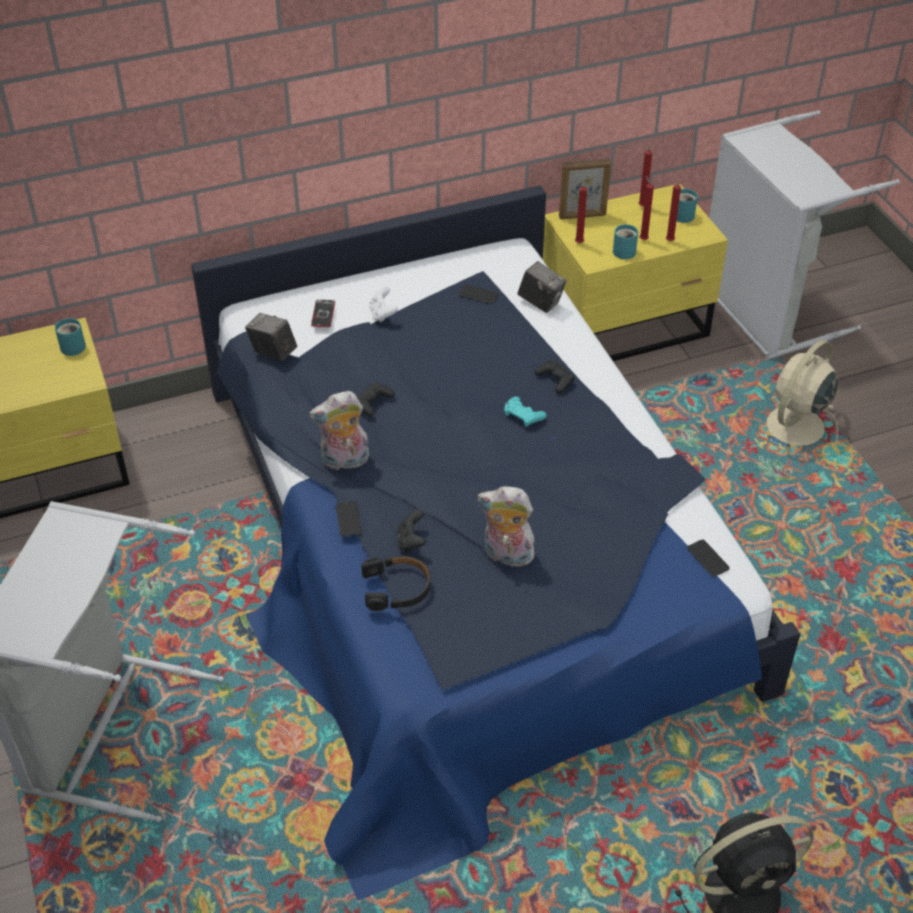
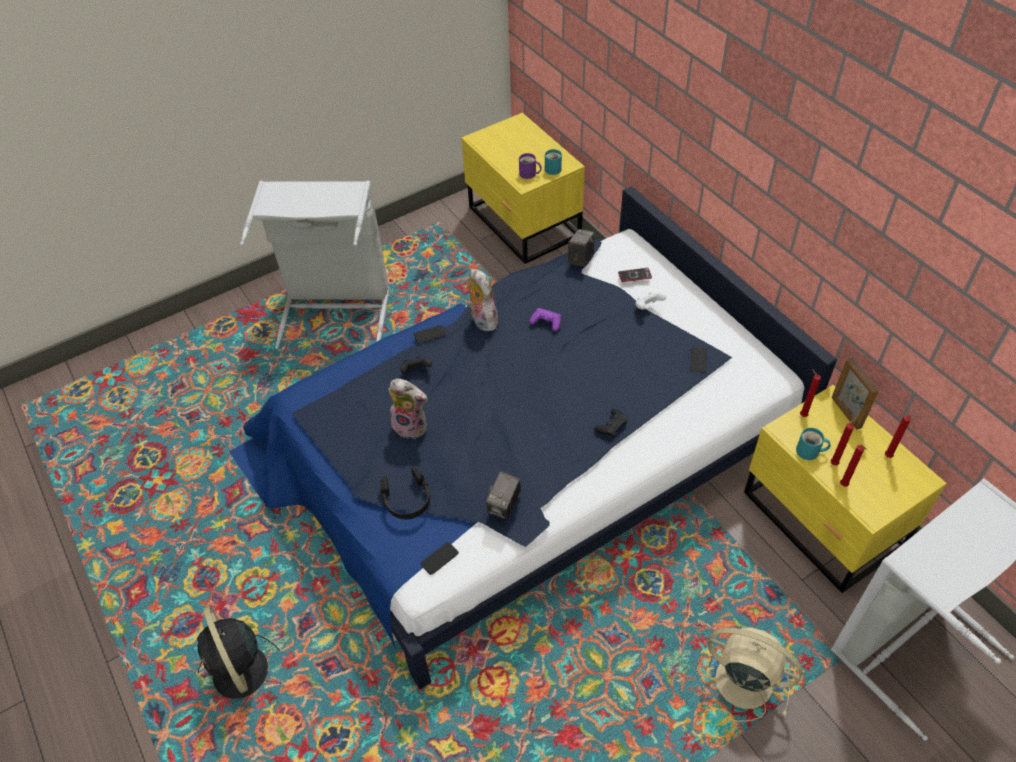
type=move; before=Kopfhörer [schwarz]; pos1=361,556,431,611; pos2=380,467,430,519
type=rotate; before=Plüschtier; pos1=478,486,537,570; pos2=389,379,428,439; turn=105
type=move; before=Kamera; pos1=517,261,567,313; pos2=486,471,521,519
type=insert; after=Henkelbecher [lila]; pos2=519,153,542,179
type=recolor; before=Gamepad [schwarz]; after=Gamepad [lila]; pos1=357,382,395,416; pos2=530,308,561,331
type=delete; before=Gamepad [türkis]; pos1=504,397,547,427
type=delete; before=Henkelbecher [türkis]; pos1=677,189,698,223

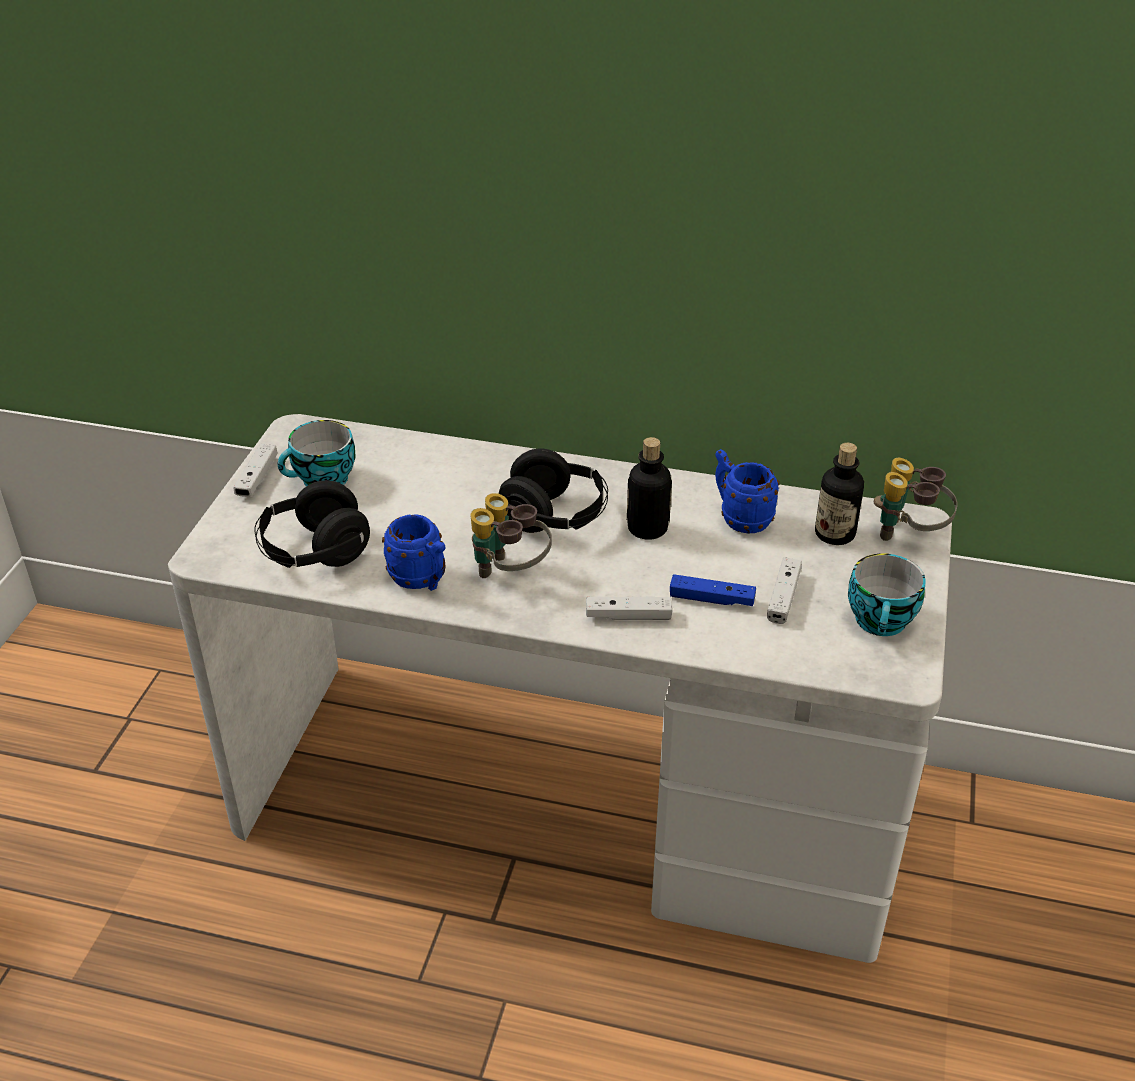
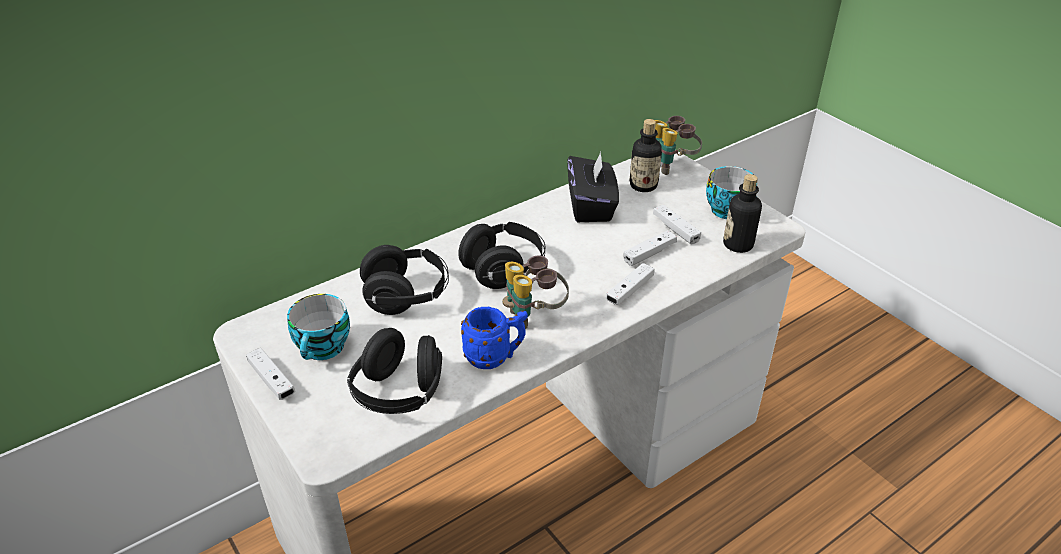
type=insert; after=Kopfhörer [schwarz]; pos2=360,245,449,315
type=replace; before=Henkelbecher [blau]; after=Taschentuchbox [schwarz]; pos1=715,449,779,534; pos2=567,152,619,222
type=recolor; before=Gamepad [blau]; after=Gamepad [weiß]; pos1=670,574,756,606; pos2=623,230,677,266
type=move; before=Flasche; pos1=627,437,672,540; pos2=723,174,762,253

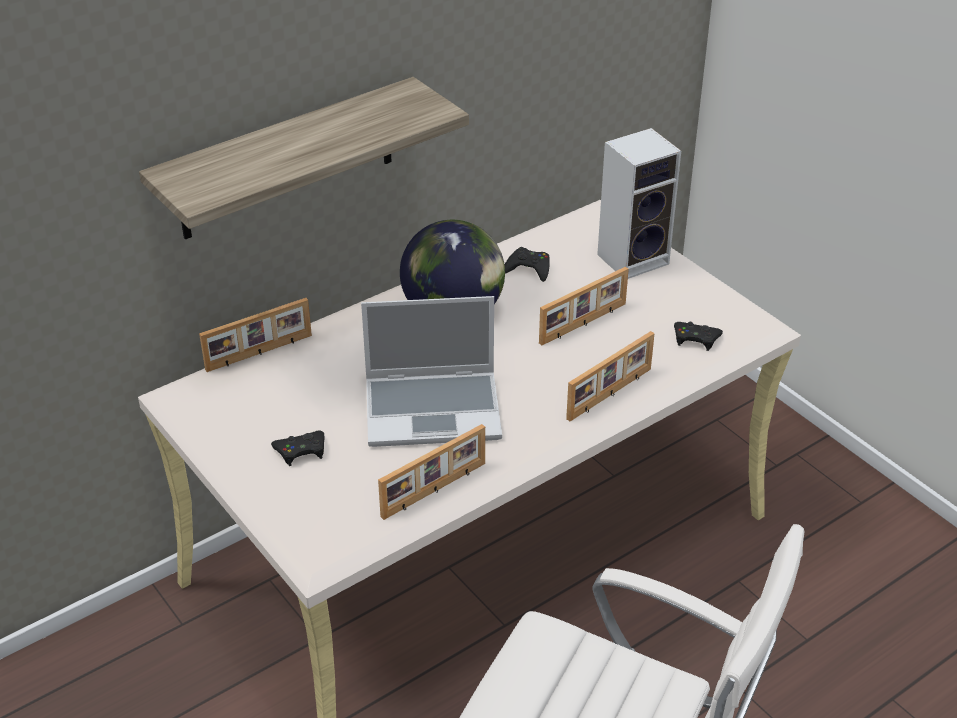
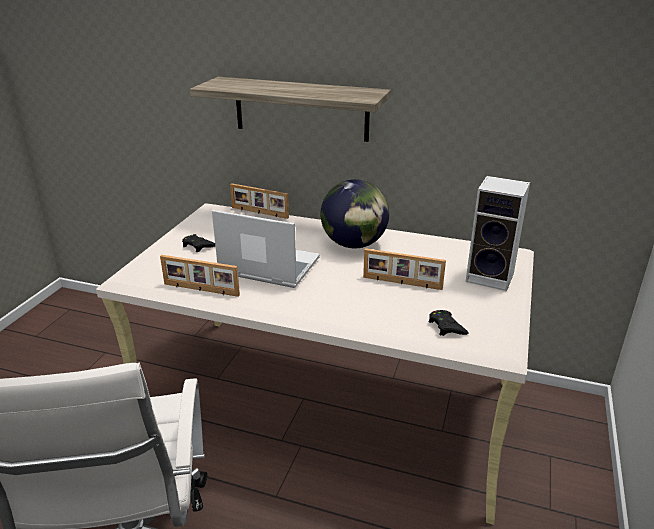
type=rotate; before=Laptop; pos1=361,296,502,447; pos2=212,210,320,288; turn=150
type=delete; before=Gamepad [schwarz]; pos1=505,247,550,282
type=delete; before=Bilderrahmen; pos1=566,331,655,421

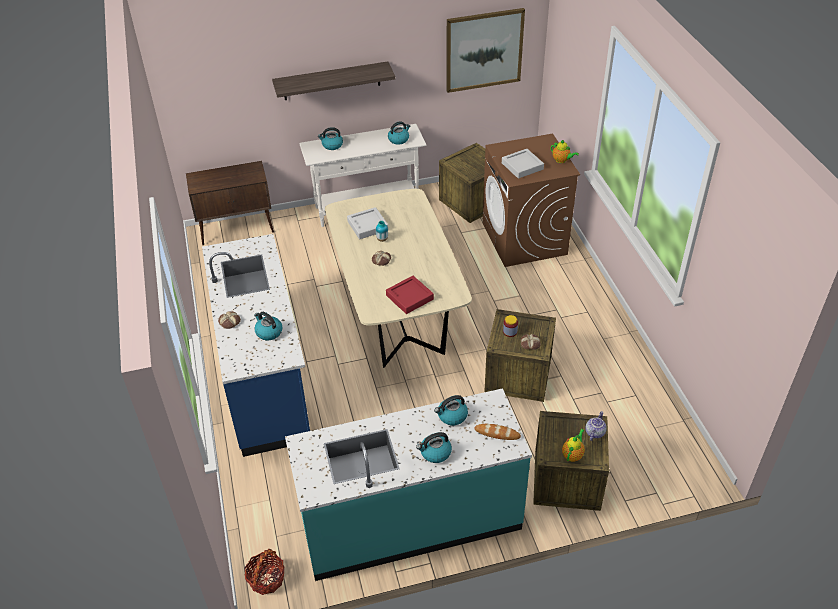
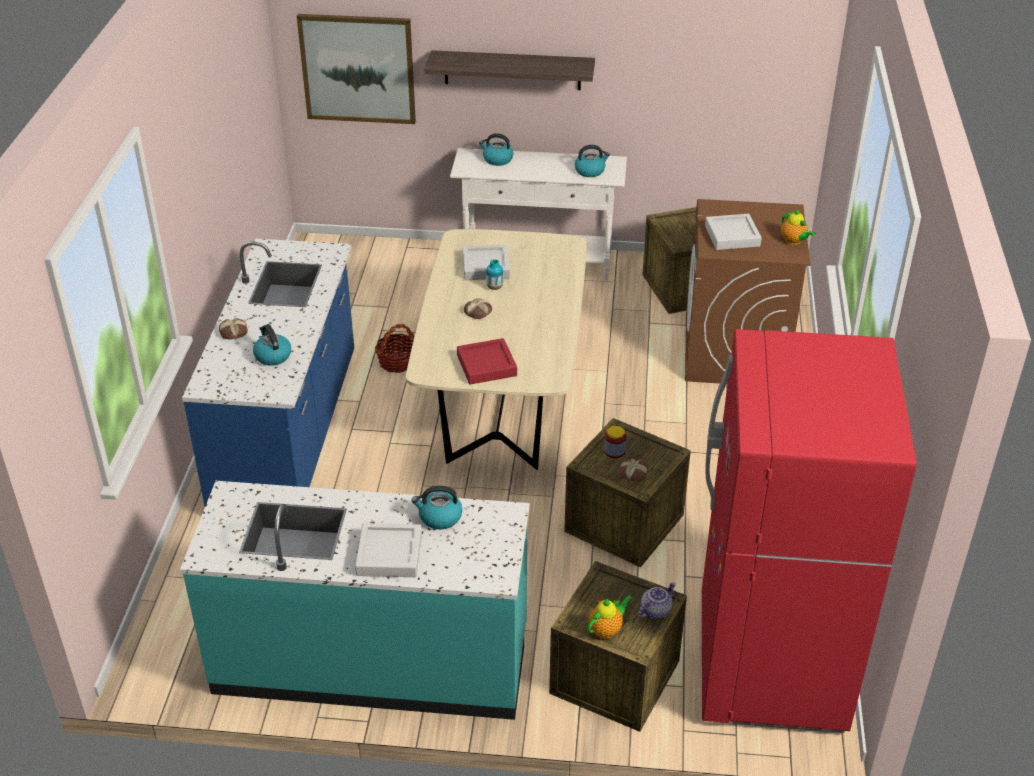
type=move; before=Bild; pos1=446,8,525,93; pos2=297,14,416,124
type=replace; before=Wasserkessel; after=Tablett [grau]; pos1=416,432,452,463; pos2=355,523,422,577
type=move; before=Korb; pos1=244,549,284,595; pos2=375,324,414,373
type=insert; after=Kühlschrank [rot]; pos2=702,329,916,733
type=delete; before=Schrank [braun]; pos1=186,161,274,245
type=delete; before=Brot; pos1=474,423,521,440

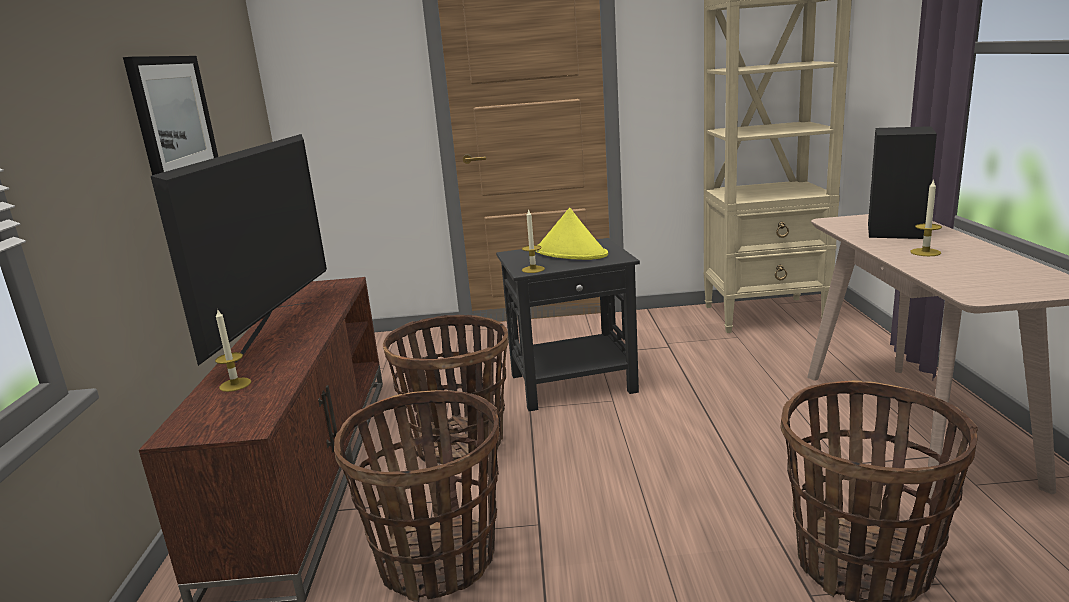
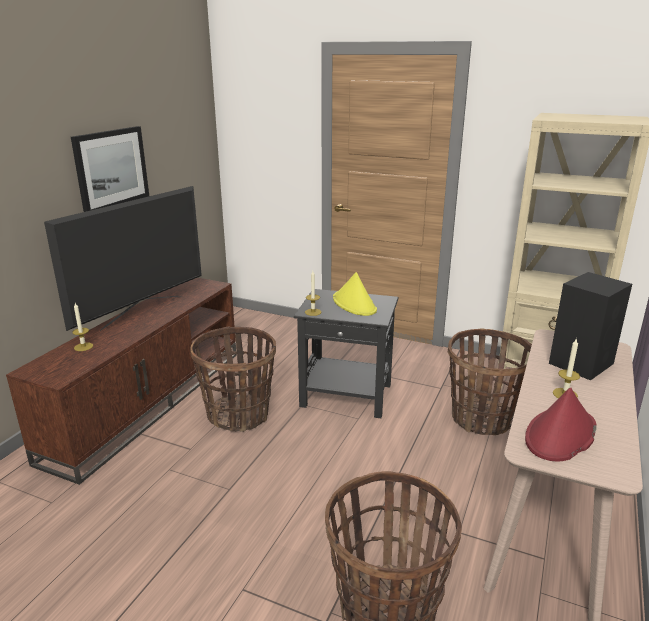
type=move; before=Korb; pos1=334,390,499,602; pos2=448,329,532,435
type=insert; after=Hut [rot]; pos2=525,387,597,461

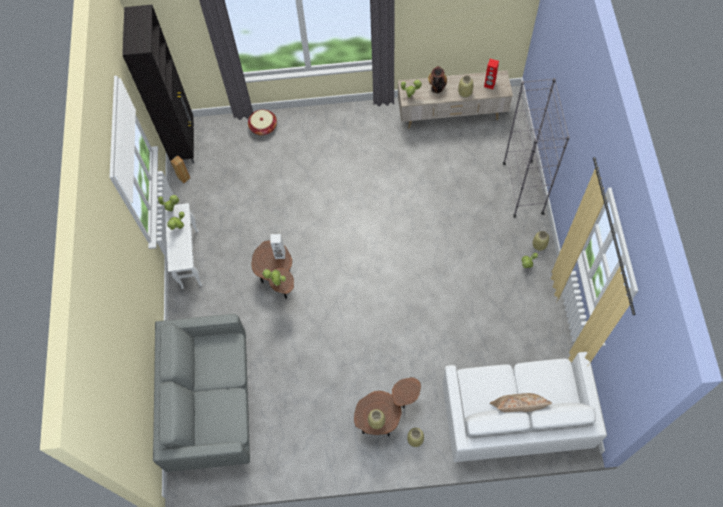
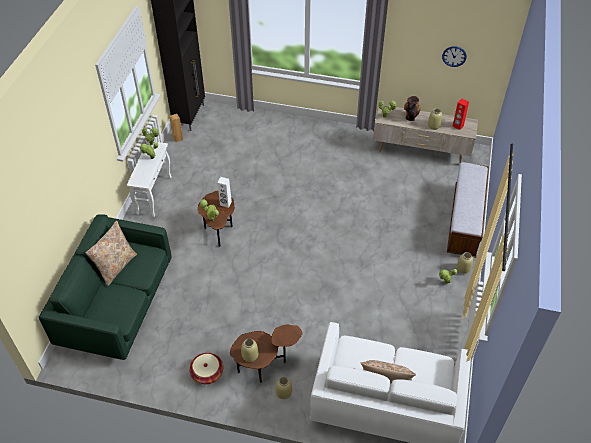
type=recolor; before=Sofa [grau]; after=Sofa [grün]; pos1=153,314,250,472; pos2=39,214,172,360
type=insert; after=Kissen [beige]; pos2=86,221,137,286
type=move; before=Korb; pos1=248,110,277,135; pos2=189,353,223,384
type=insert; after=Wanduhr; pos2=442,46,466,67
type=replace; before=Bücherregal [grau]; after=Bank; pos1=503,78,570,218; pos2=447,162,489,258

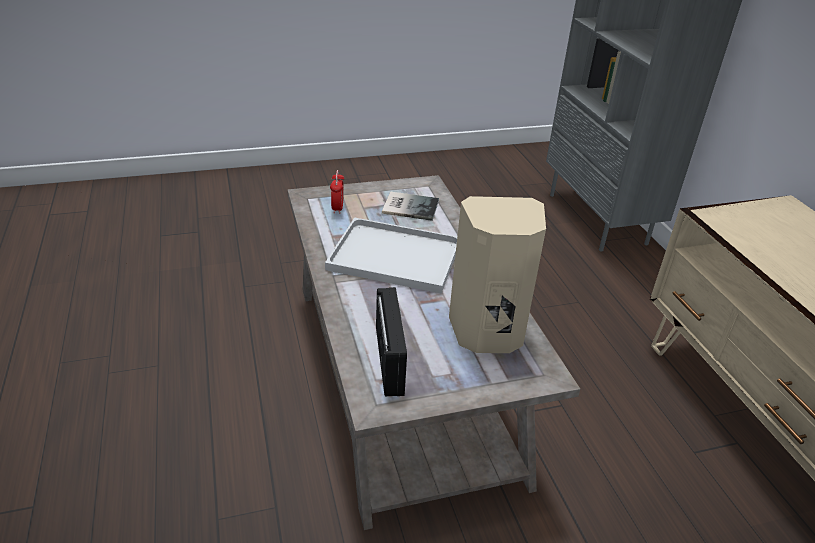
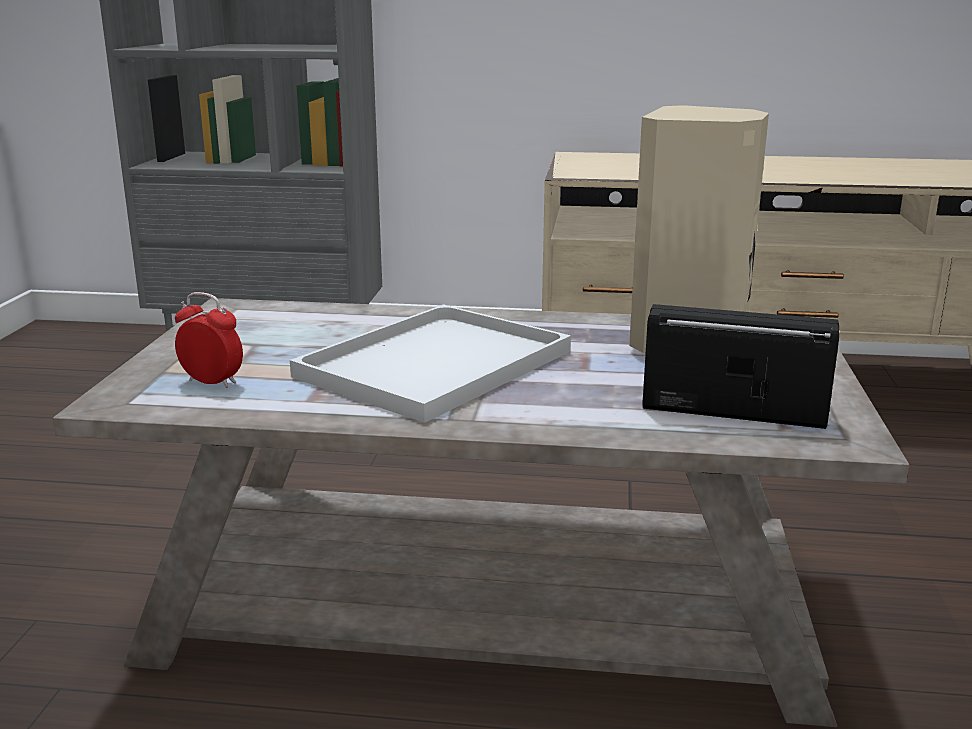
type=delete; before=Buch; pos1=382,191,439,221

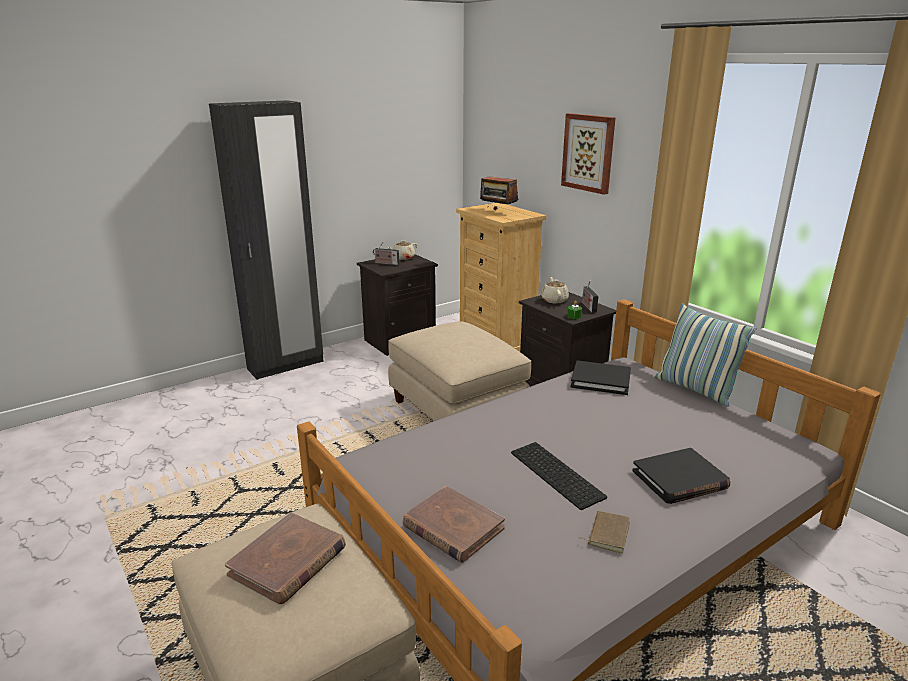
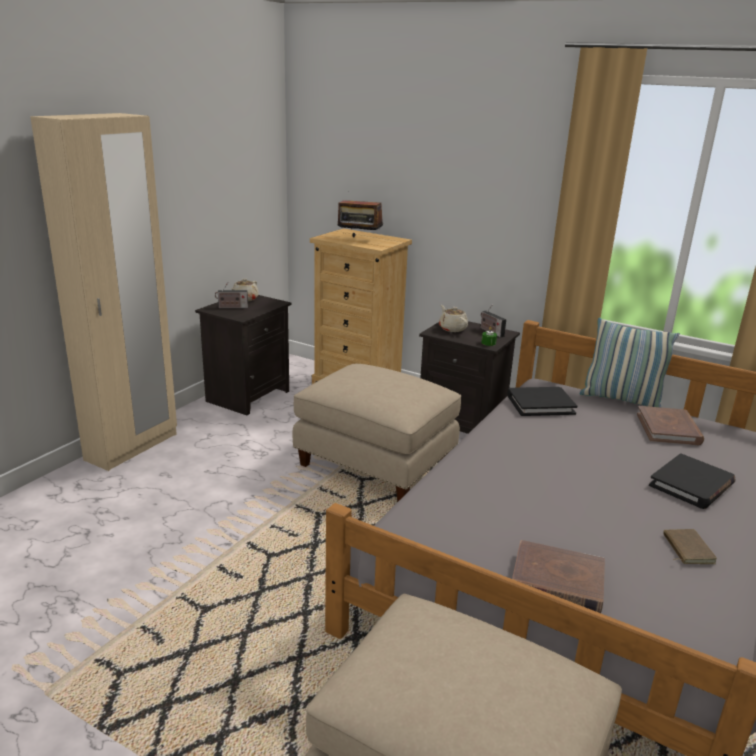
type=recolor; before=Kleiderschrank [schwarz]; after=Kleiderschrank [beige]; pos1=209,100,324,380; pos2=30,113,177,471
type=move; before=Buch [braun]; pos1=225,512,346,604; pos2=637,406,704,445
type=delete; before=Tastatur; pos1=511,442,607,510
type=delete; before=Bild; pos1=561,113,616,195

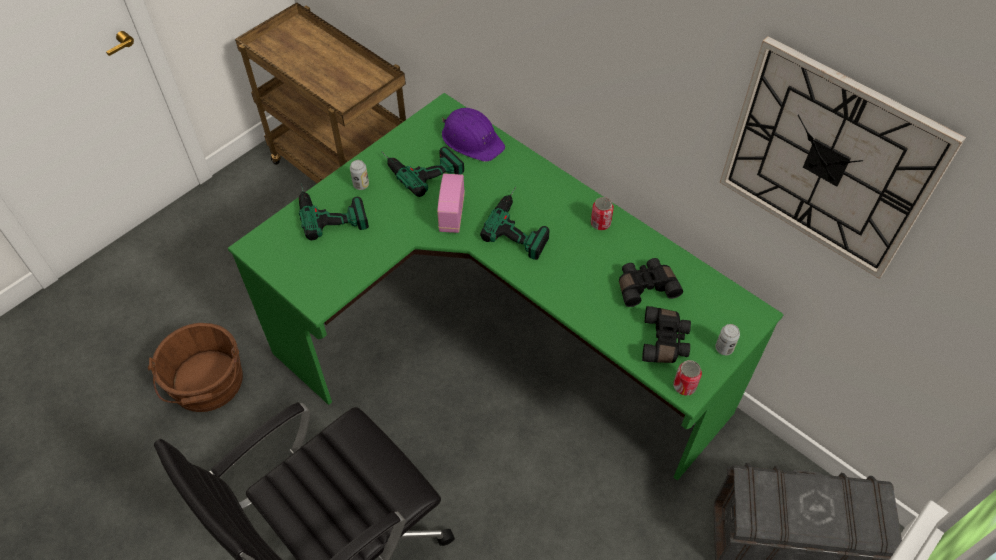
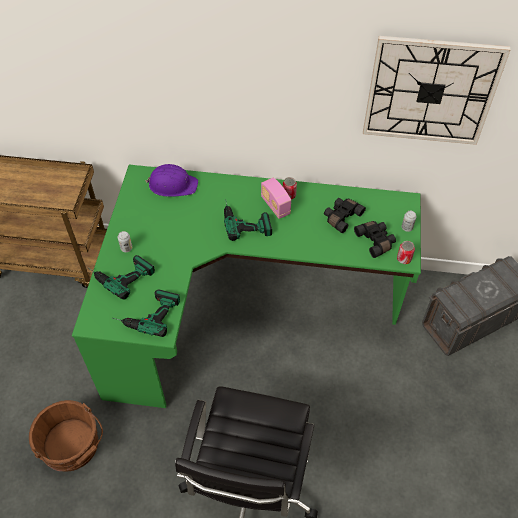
type=move; before=Bohrmaschine; pos1=381,147,464,197; pos2=112,289,180,337
type=move; before=Radio; pos1=437,174,465,233; pos2=261,178,291,219

